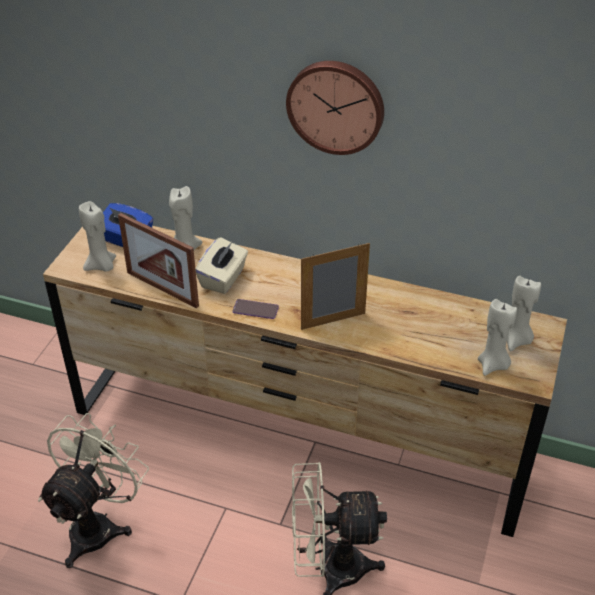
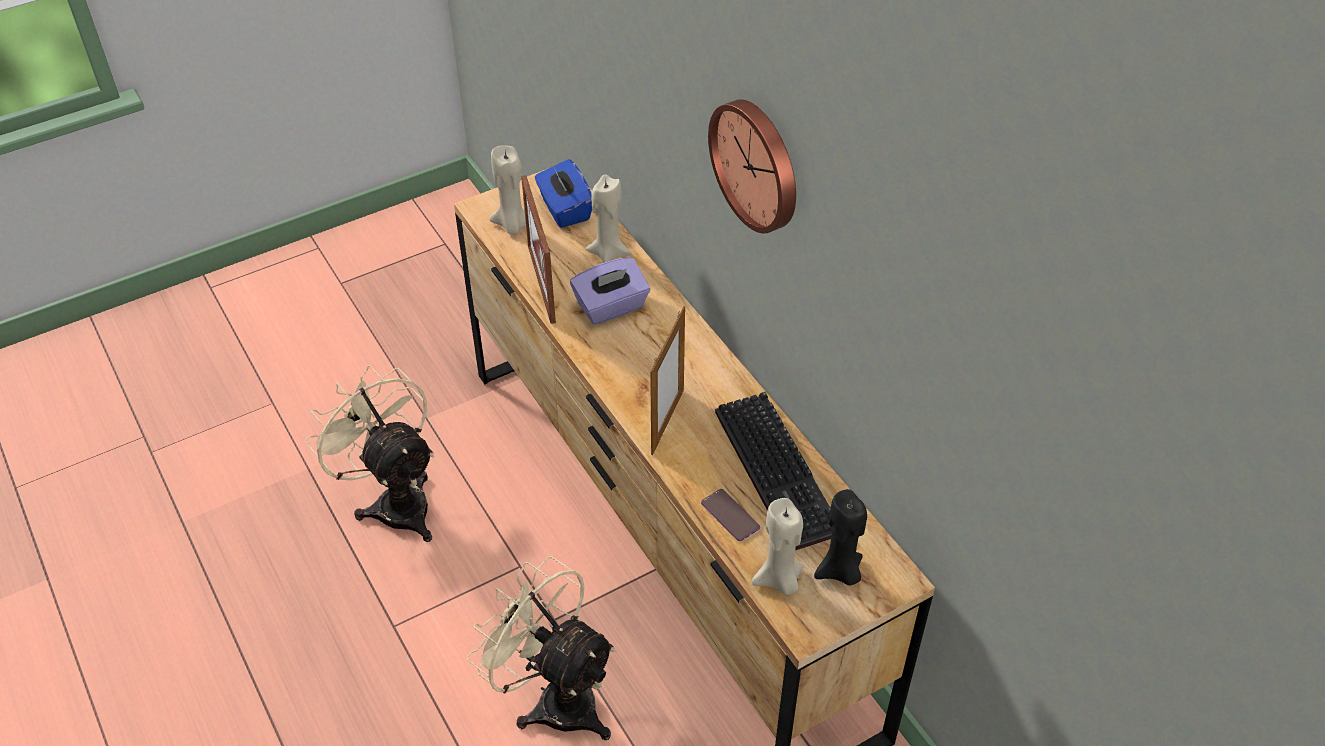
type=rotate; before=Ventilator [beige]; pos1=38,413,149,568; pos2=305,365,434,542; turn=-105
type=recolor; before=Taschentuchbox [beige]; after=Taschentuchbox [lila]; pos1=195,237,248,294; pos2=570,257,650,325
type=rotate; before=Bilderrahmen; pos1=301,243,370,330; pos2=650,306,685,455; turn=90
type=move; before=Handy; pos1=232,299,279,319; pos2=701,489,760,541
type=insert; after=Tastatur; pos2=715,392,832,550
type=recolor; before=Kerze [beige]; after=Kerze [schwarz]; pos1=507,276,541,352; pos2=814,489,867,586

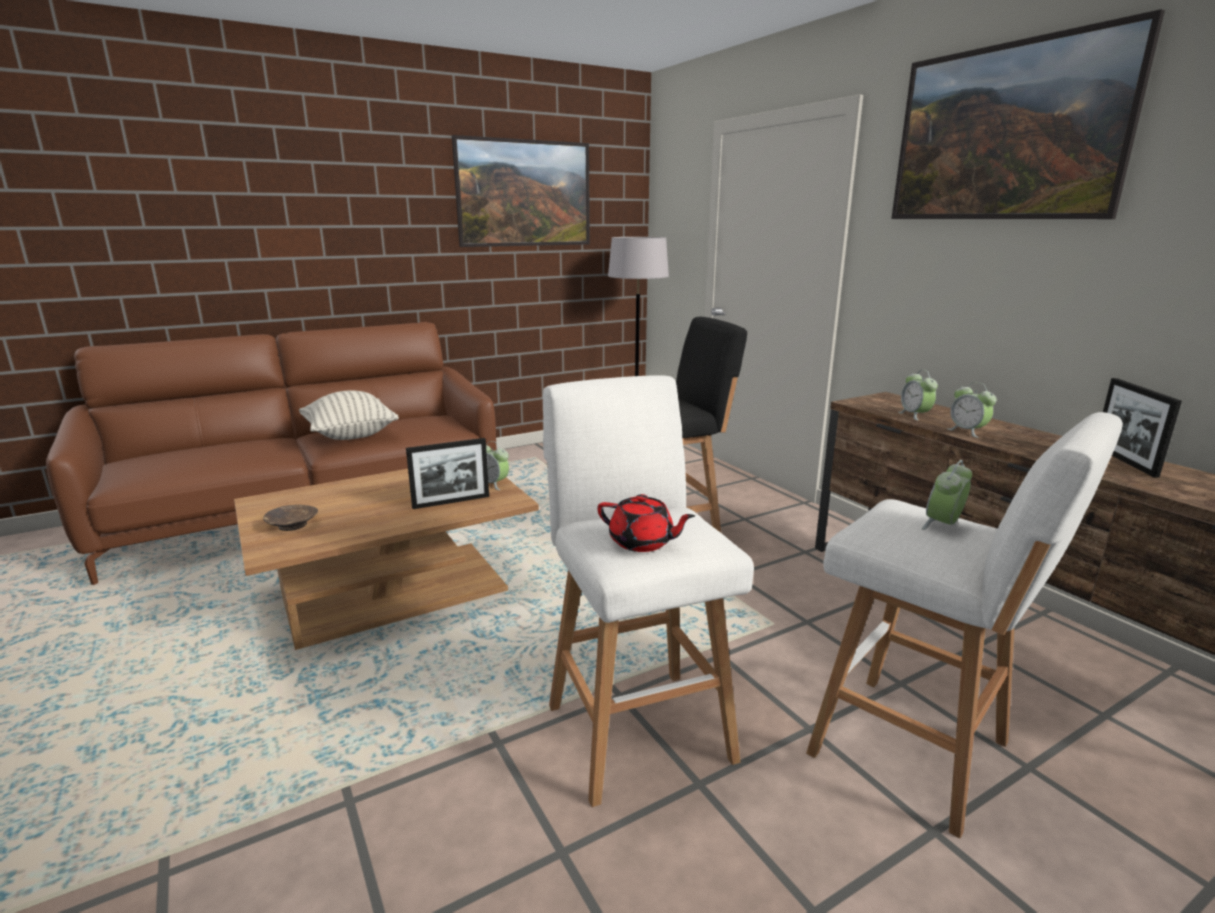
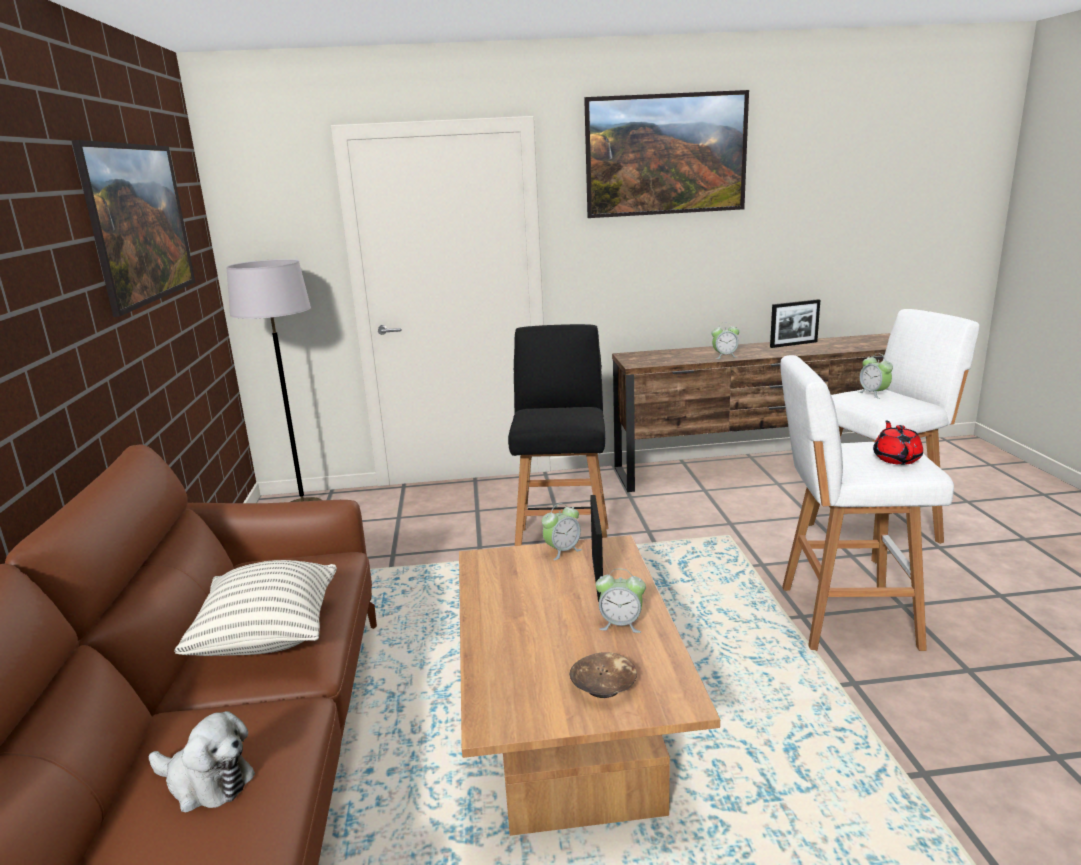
type=insert; after=Plüschtier; pos2=149,711,255,812
type=move; before=Wecker; pos1=898,370,938,421; pos2=596,569,646,633
type=rotate; before=Bilderrahmen; pos1=1103,378,1182,477; pos2=770,299,820,348; turn=-45
type=rotate; before=Teekanne [rot]; pos1=597,494,695,552; pos2=873,421,923,465; turn=-45

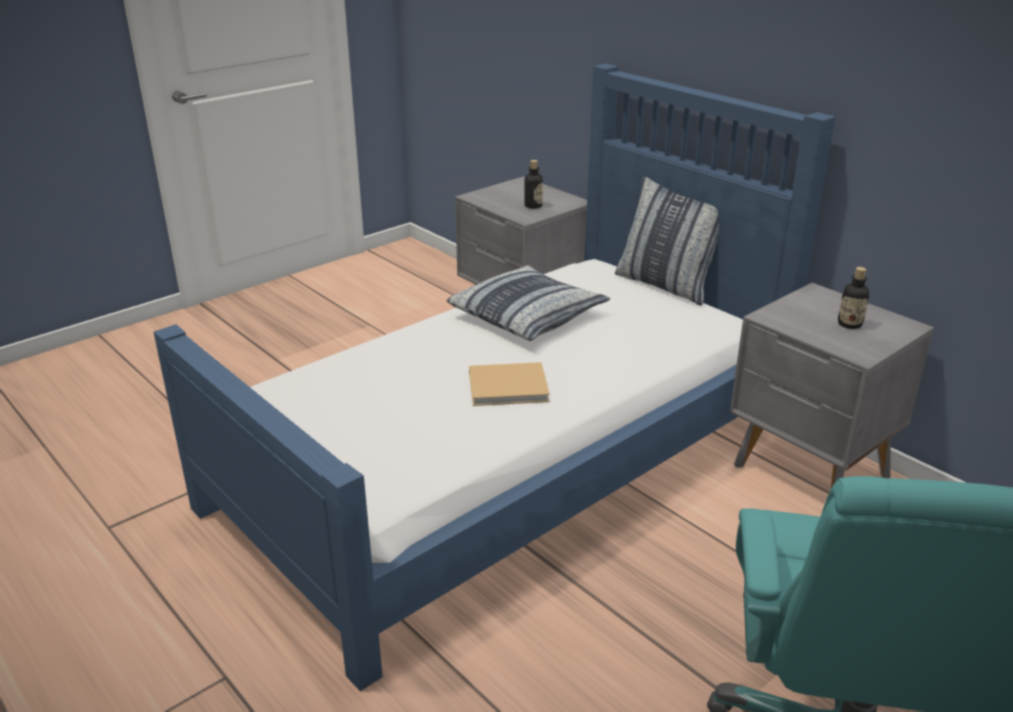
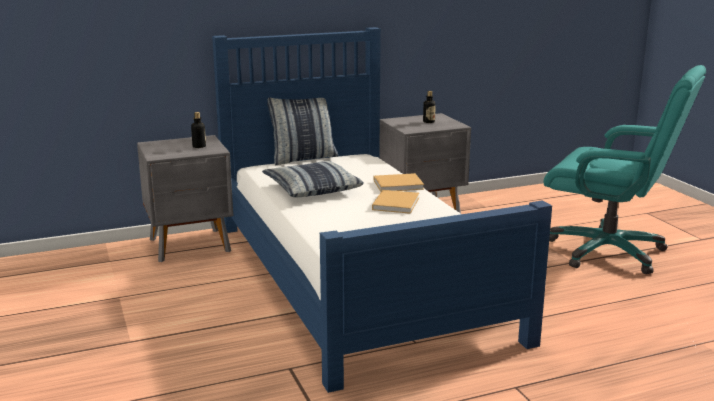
type=insert; after=Buch [beige]; pos2=374,173,424,191

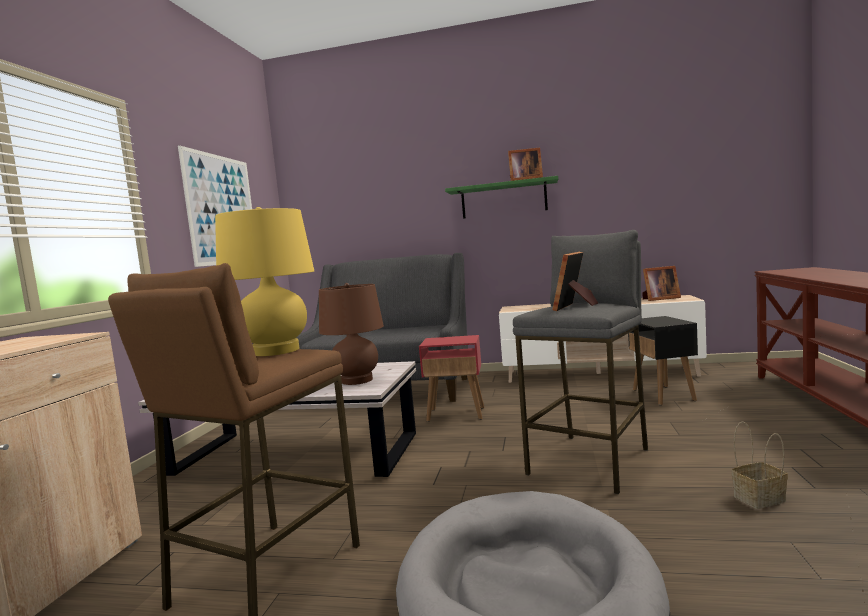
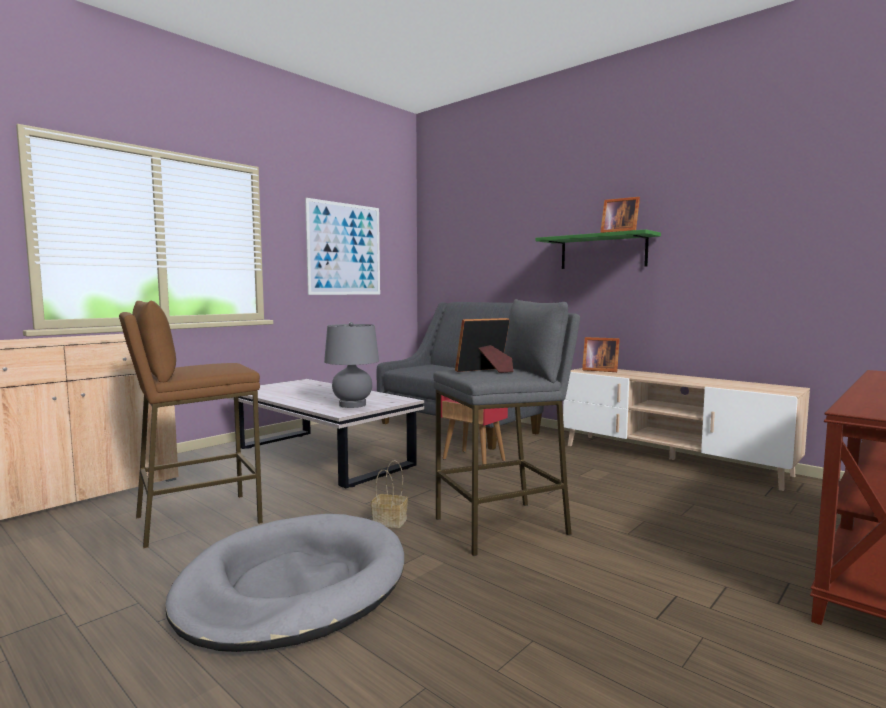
type=recolor; before=Tischlampe [braun]; after=Tischlampe [grau]; pos1=319,283,384,385; pos2=324,322,379,408
type=move; before=Korb; pos1=731,422,788,509; pos2=371,460,408,528
type=move; before=Bilderrahmen; pos1=643,266,681,301; pos2=582,337,620,372
type=delete; before=Tischlampe [gelb]; pos1=215,207,314,356
type=delete; before=Beistelltisch [schwarz]; pos1=628,316,698,405

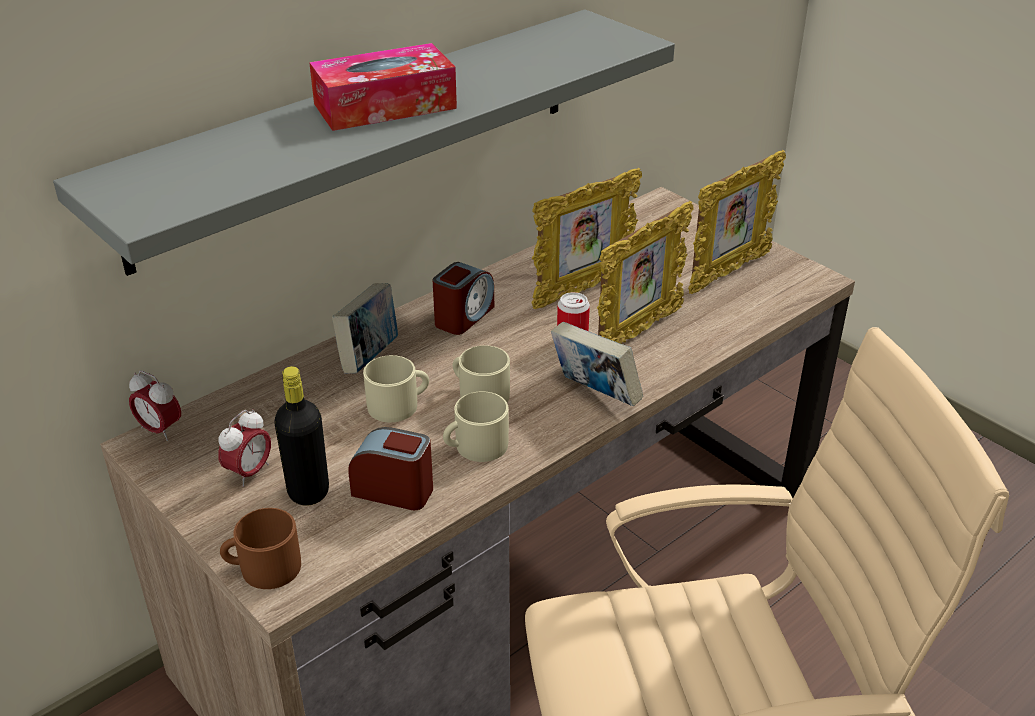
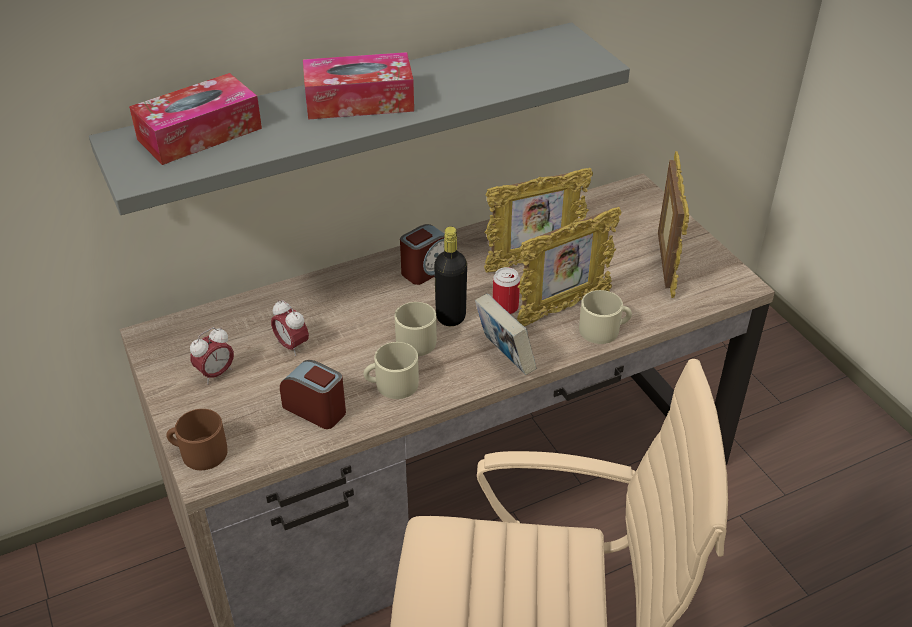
type=insert; after=Taschentuchbox; pos2=129,73,262,165
type=move; before=Wecker; pos1=129,370,181,441; pos2=271,300,309,356
type=move; before=Flasche [schwarz]; pos1=274,366,329,506; pos2=434,227,467,326
type=move; before=Henkelbecher [beige]; pos1=363,355,429,422; pos2=579,290,632,344
type=rotate; before=Bilderrahmen; pos1=688,150,786,294; pos2=658,151,689,298; turn=-60
type=delete; before=Buch; pos1=332,283,398,374

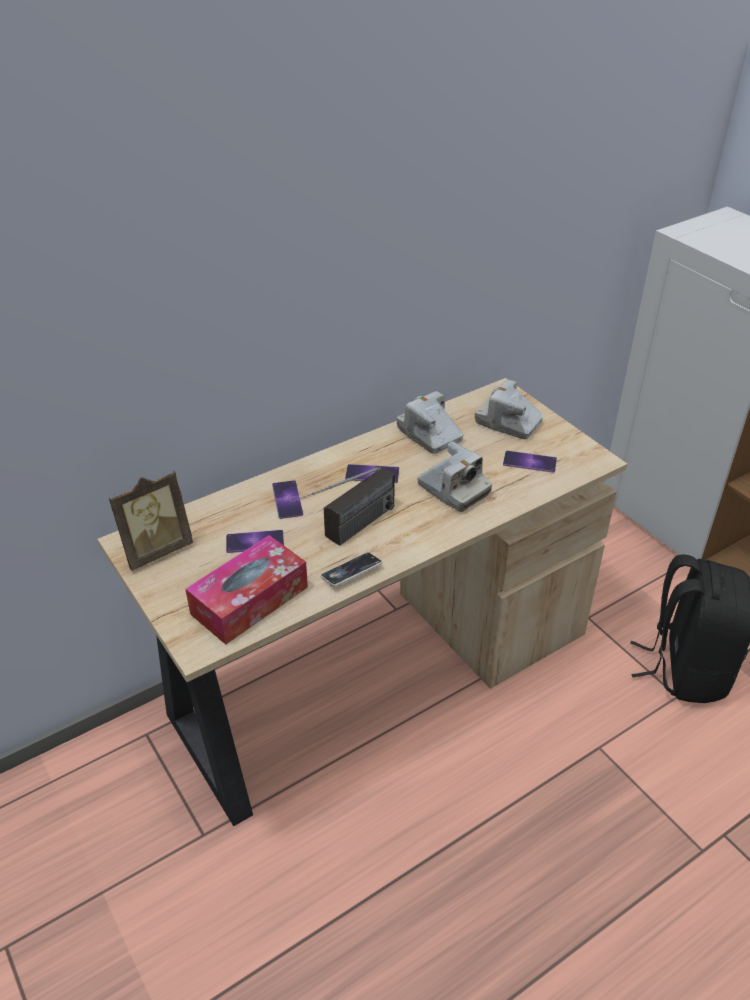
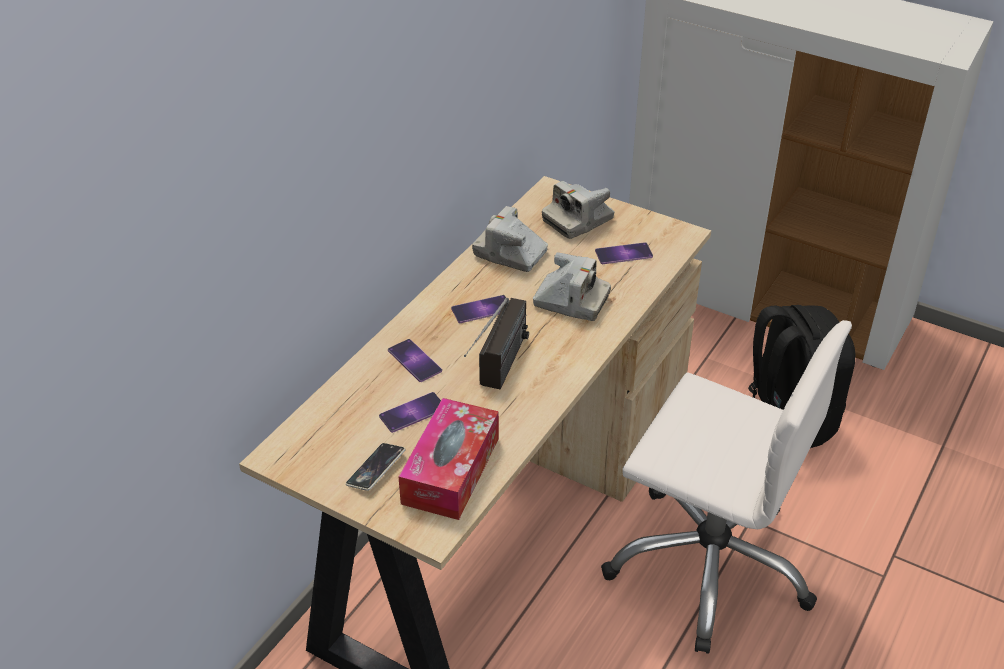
type=move; before=Handy; pos1=321,552,383,587; pos2=346,443,406,491
type=rotate; before=Kamera; pos1=475,379,543,439; pos2=542,181,614,239; turn=-45
type=insert; after=Bürostuhl [weiß]; pos2=601,320,852,654
type=delete; before=Bilderrahmen; pos1=109,471,193,571

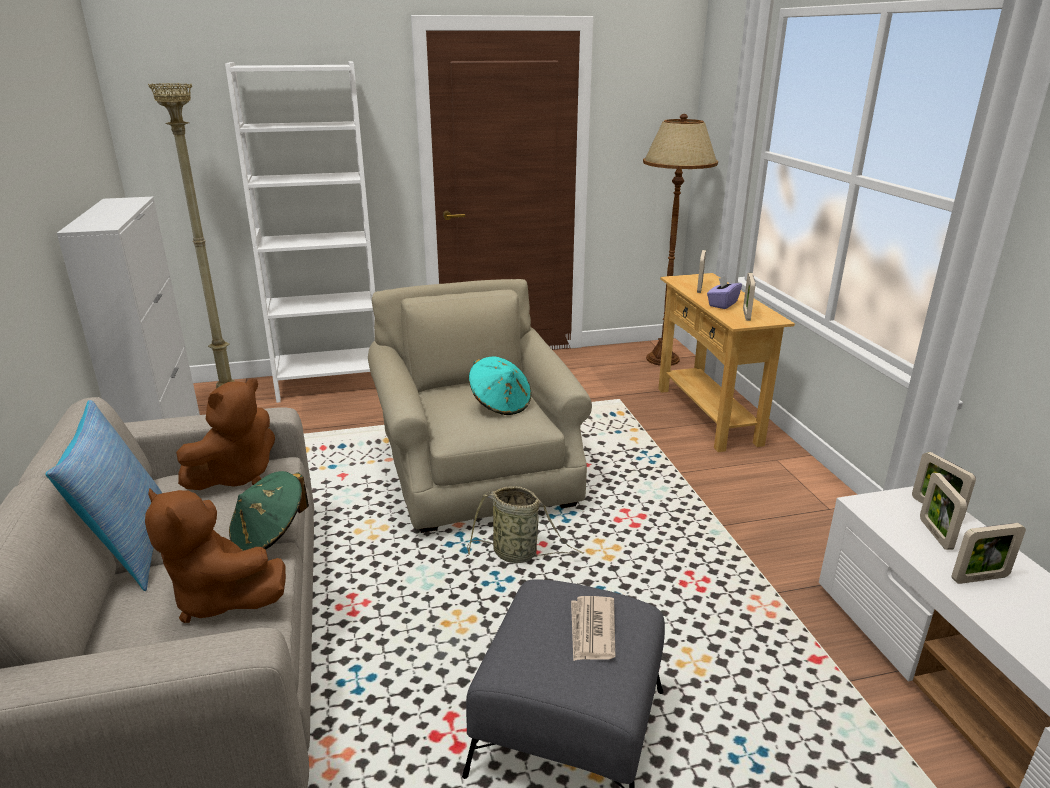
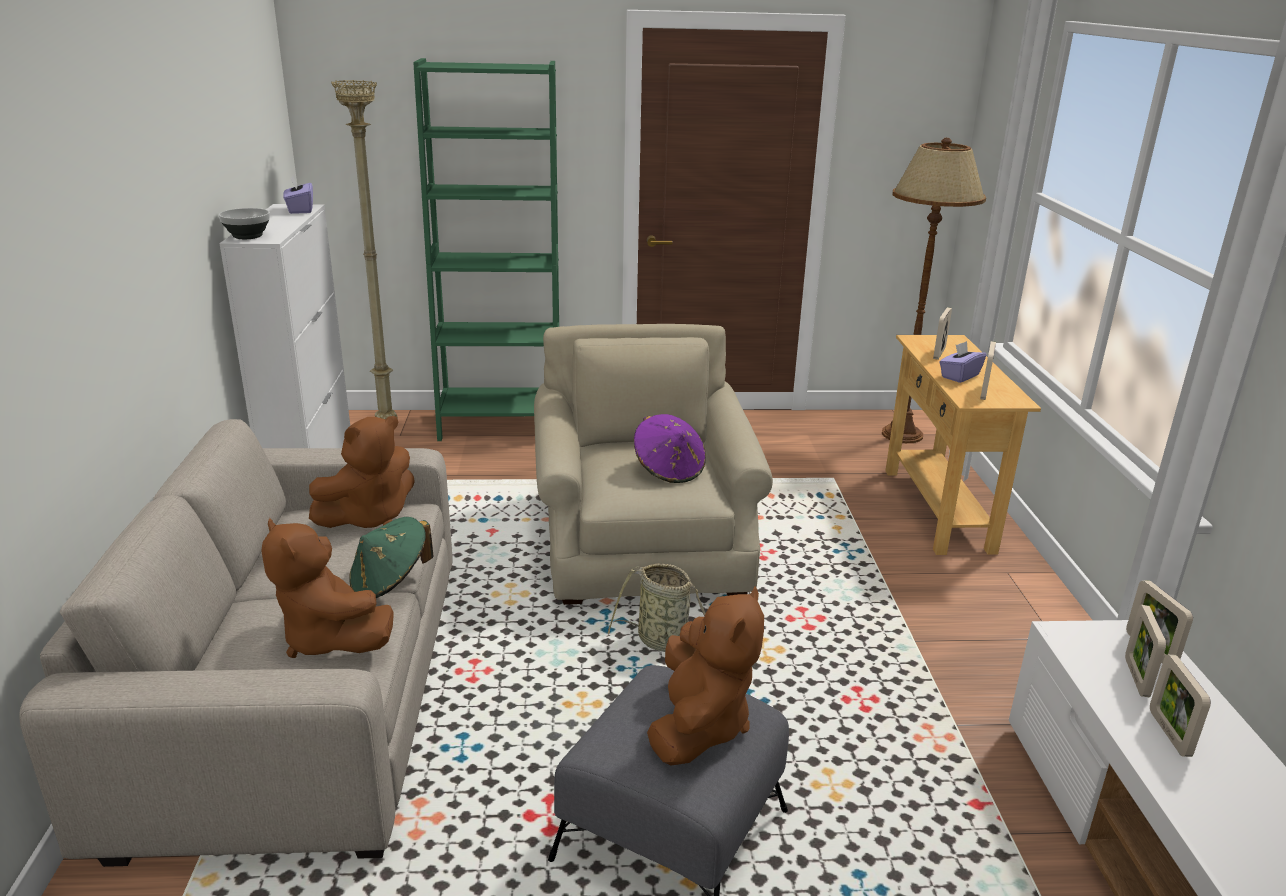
type=insert; after=Schüssel; pos2=218,208,270,239
type=insert; after=Taschentuchbox [lila]; pos2=283,176,313,214
type=recolor; before=Bücherregal [weiß]; after=Bücherregal [grün]; pos1=225,61,375,403; pos2=413,58,559,441
type=recolor; before=Hut [türkis]; after=Hut [lila]; pos1=469,356,531,415; pos2=634,414,706,483
type=replace; before=Zeitung; after=Plüschtier [braun]; pos1=571,596,615,661; pos2=647,586,764,766
type=rotate; before=Bilderrahmen; pos1=951,523,1026,584; pos2=1150,655,1211,757; turn=90
type=delete; before=Kissen; pos1=45,400,162,591

